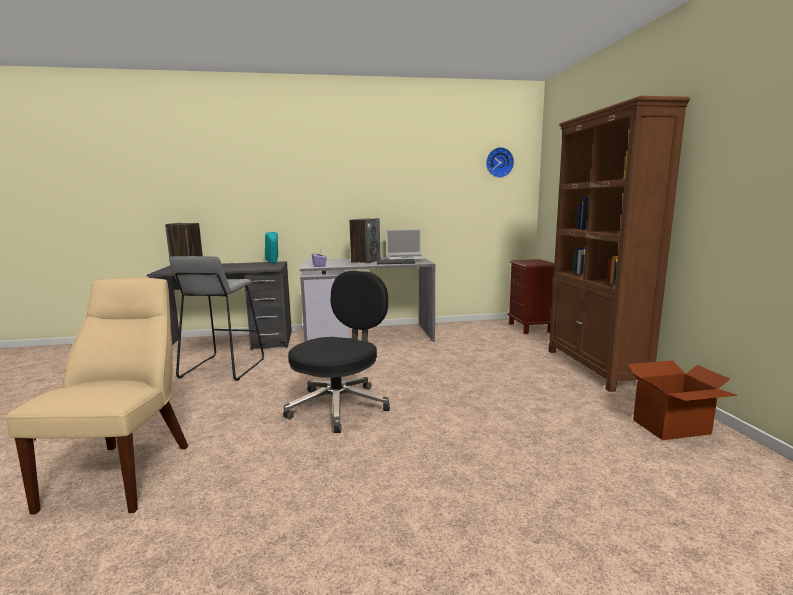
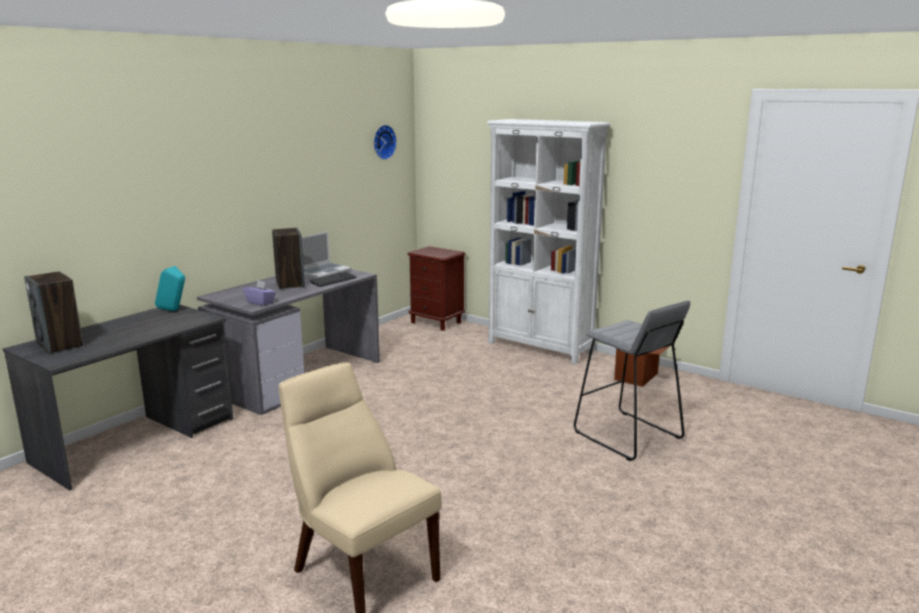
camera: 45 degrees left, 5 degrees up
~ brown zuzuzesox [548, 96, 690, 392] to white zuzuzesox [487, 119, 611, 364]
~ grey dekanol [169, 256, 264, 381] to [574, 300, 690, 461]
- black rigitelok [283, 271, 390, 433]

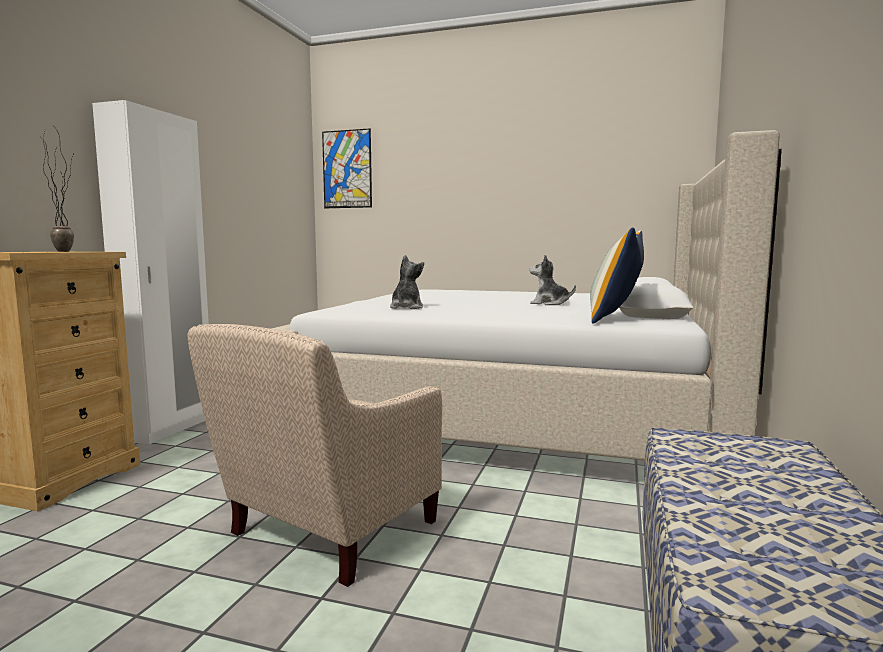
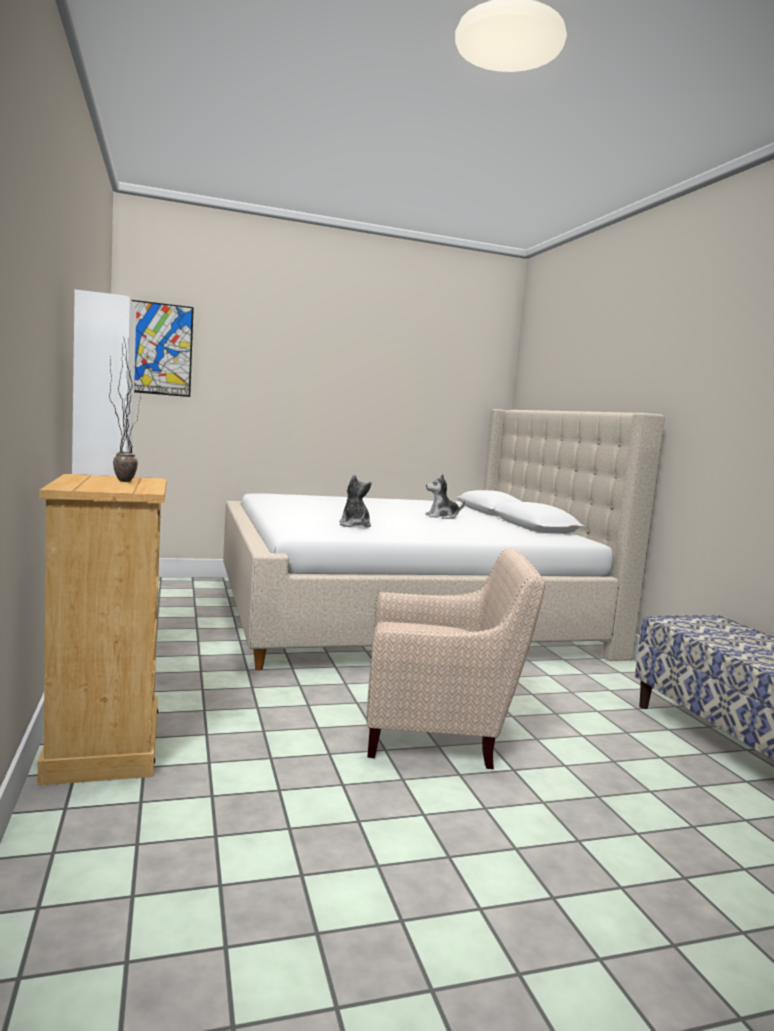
camera: 35 degrees left, 0 degrees up
~ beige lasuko [188, 324, 442, 587] = [367, 548, 545, 769] 90 degrees counterclockwise
- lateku [590, 227, 644, 324]

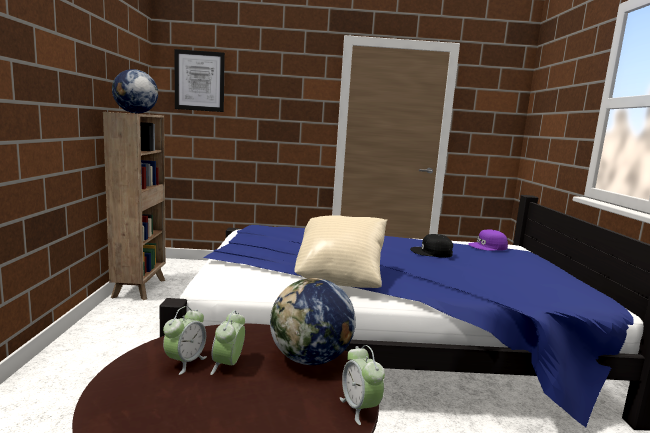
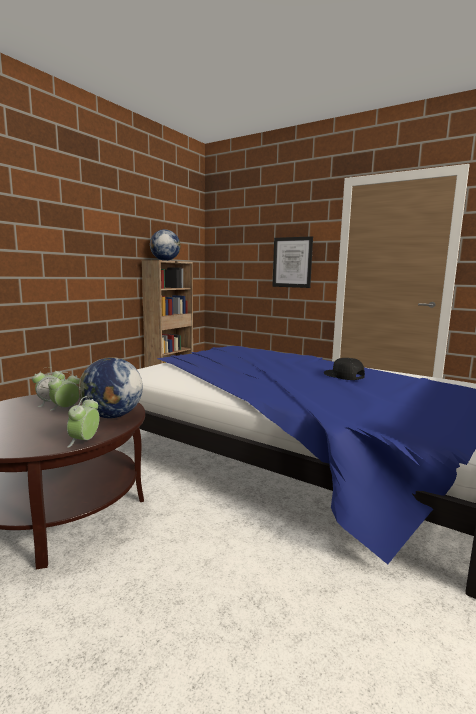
camera: 35 degrees right, 0 degrees up
~ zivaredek [174, 49, 225, 112] to [273, 236, 313, 288]
- beige lateku [294, 215, 387, 288]
- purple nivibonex [468, 229, 508, 251]

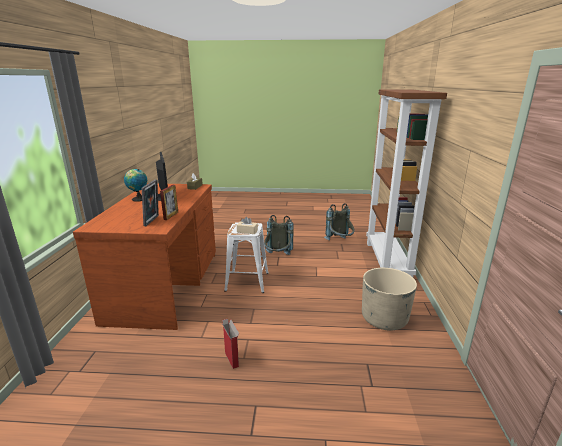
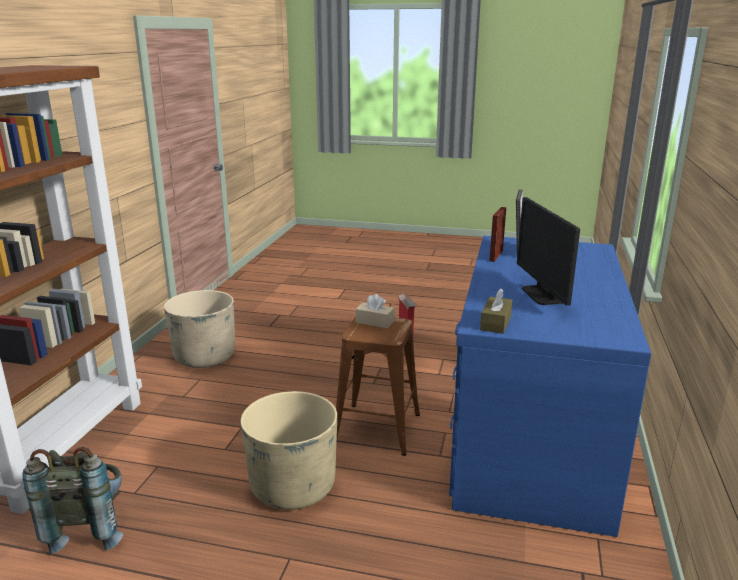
camera: 170 degrees left, 0 degrees up
~ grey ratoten [264, 215, 294, 255] to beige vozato [241, 391, 337, 510]
~ white dekanol [224, 222, 269, 293] to brown dekanol [336, 317, 420, 456]
~ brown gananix [73, 183, 216, 330] to blue gananix [449, 236, 651, 537]
- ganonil [124, 169, 147, 202]

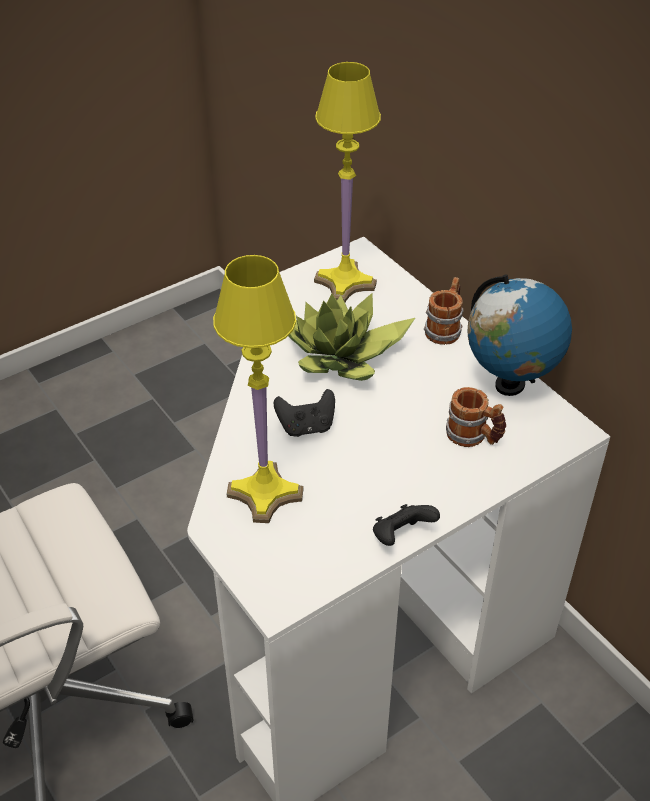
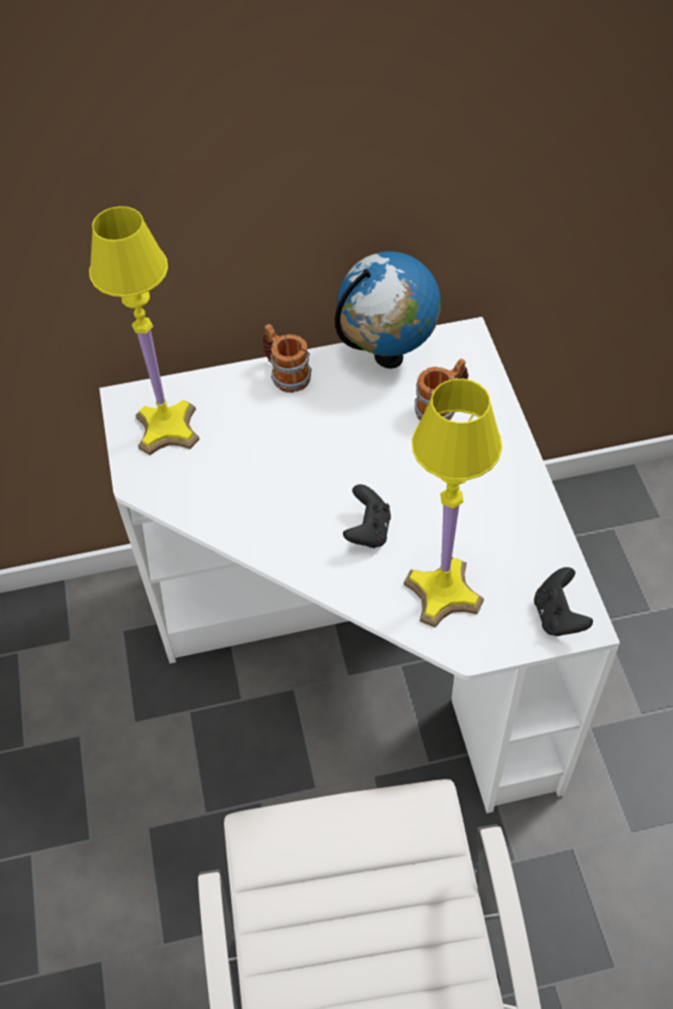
camera: 65 degrees left, 10 degrees up
~ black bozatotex [373, 504, 440, 546] to [534, 567, 593, 636]
- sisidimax [289, 293, 415, 381]

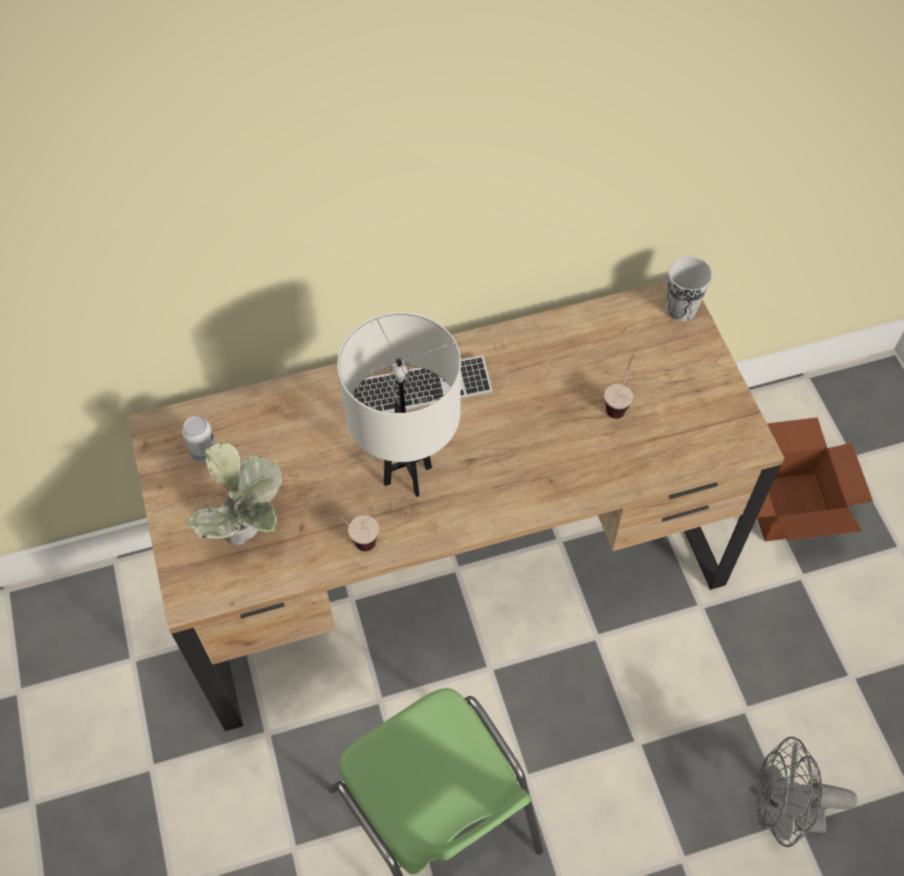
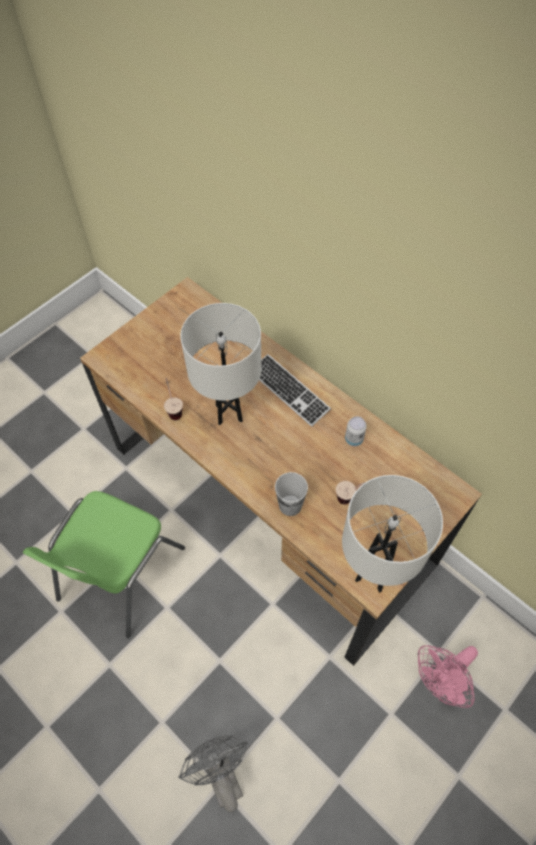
camera: 60 degrees right, 0 degrees up
~ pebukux [666, 256, 712, 322] to [275, 472, 308, 516]
+ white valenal [342, 475, 443, 593]
~ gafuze [182, 416, 216, 461] to [345, 416, 367, 446]
~ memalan [757, 417, 873, 541] to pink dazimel [418, 645, 478, 708]
- sisidimax [188, 443, 283, 546]

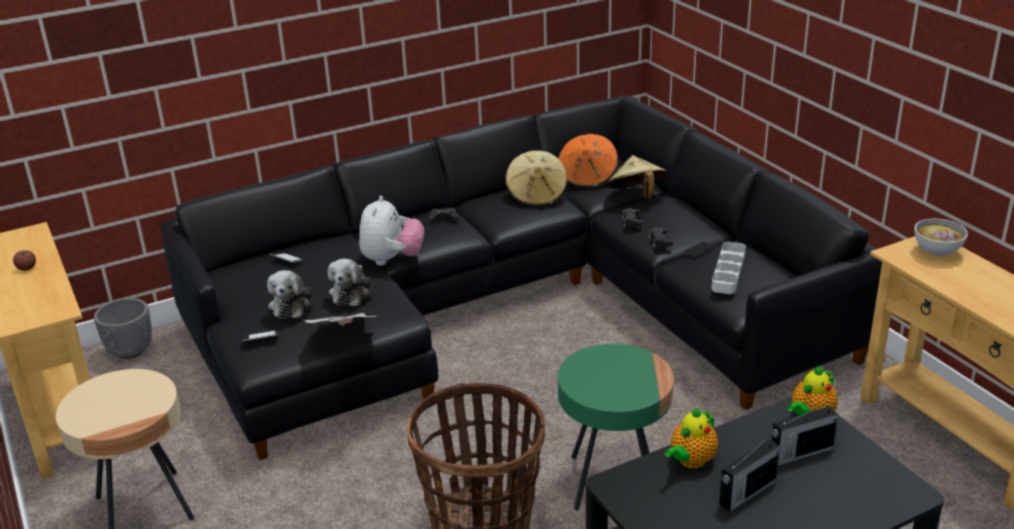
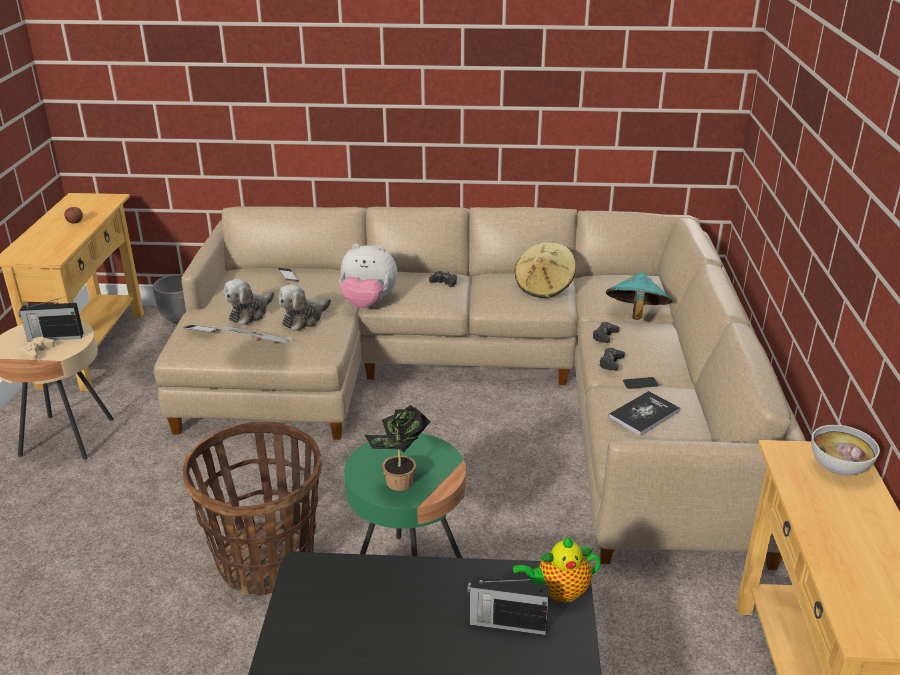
camera: 30 degrees right, 0 degrees up
~ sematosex [719, 436, 780, 512] to [19, 297, 84, 342]
+ beige bozatotex [20, 337, 55, 360]
~ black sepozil [161, 96, 882, 460] to beige sepozil [154, 206, 806, 570]
~ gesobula [359, 196, 424, 266] = [339, 244, 397, 308] 60 degrees clockwise
+ sisidimax [365, 405, 431, 491]
~ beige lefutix [606, 155, 668, 199] to turquoise lefutix [606, 272, 673, 320]
~ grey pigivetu [711, 242, 746, 294] to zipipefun [608, 391, 680, 436]
- orange lefutix [558, 134, 618, 188]
- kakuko [664, 408, 718, 468]

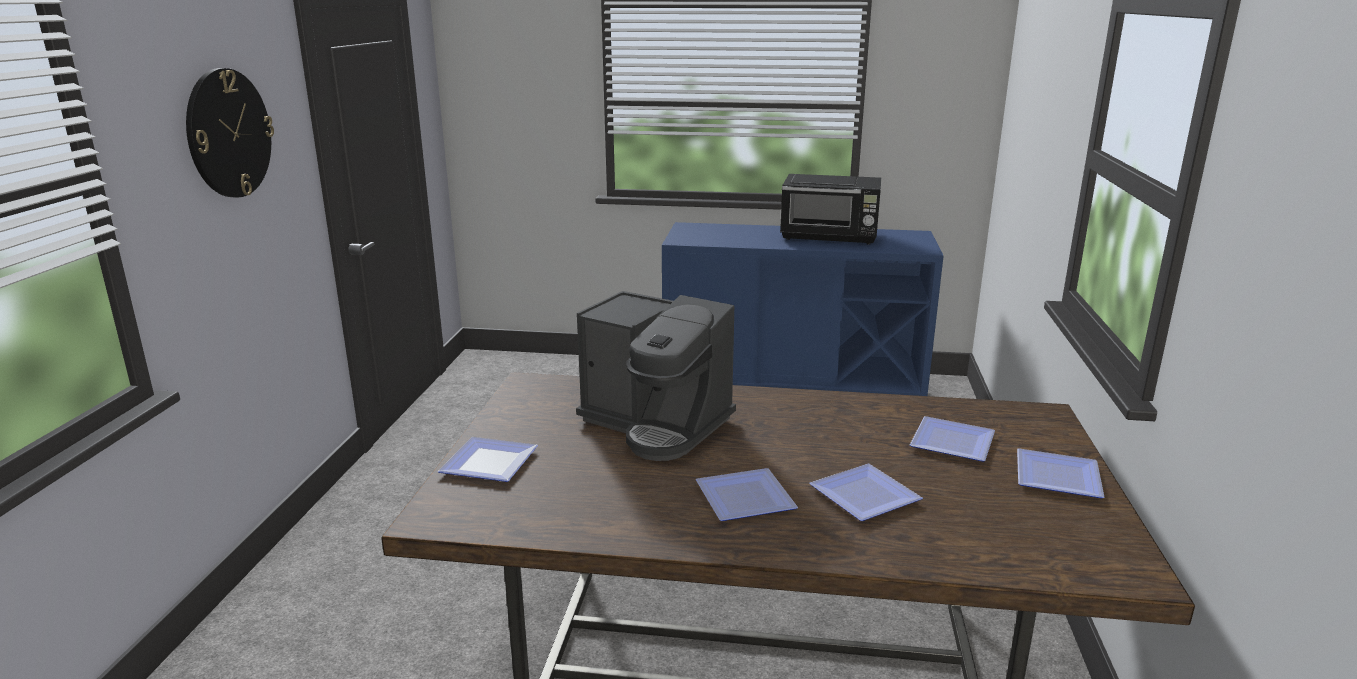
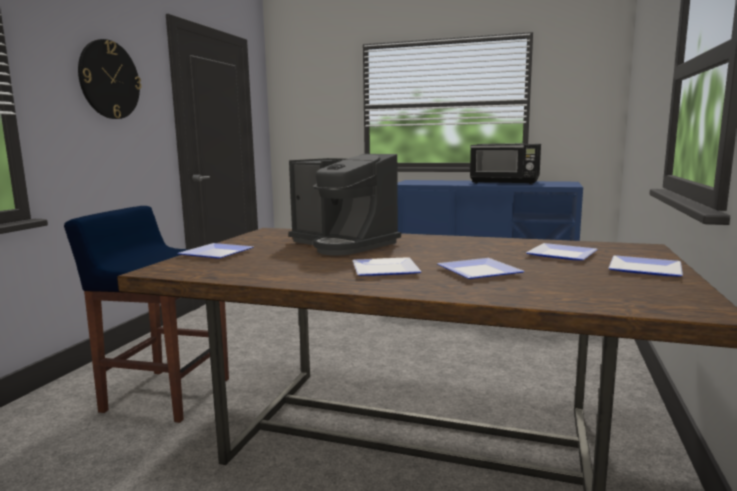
camera: 10 degrees right, 10 degrees down
+ blue dekanol [64, 206, 229, 423]

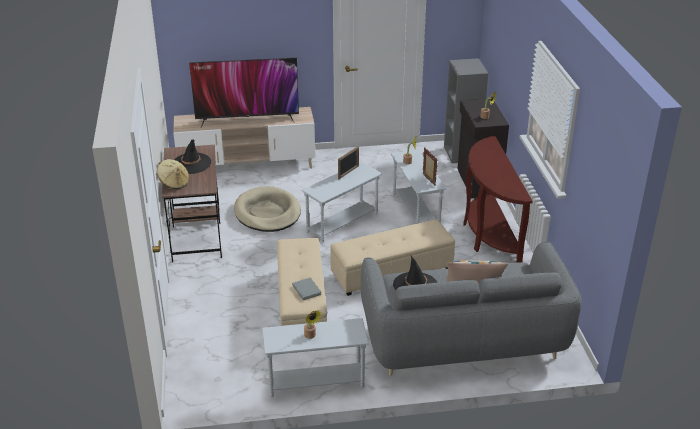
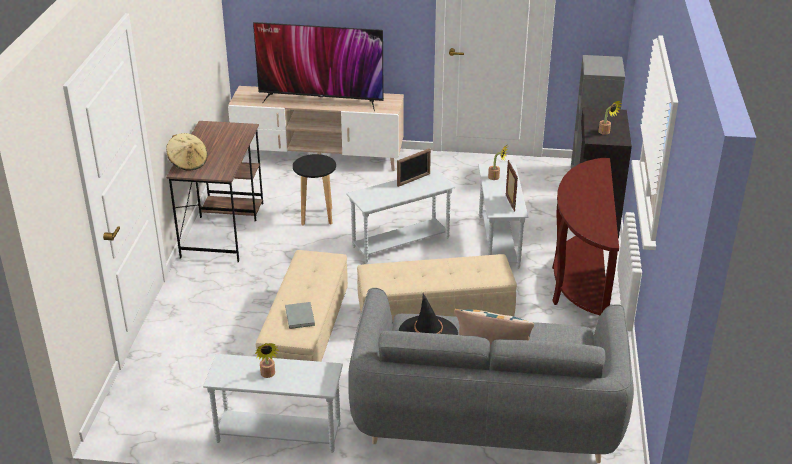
camera: 15 degrees right, 0 degrees up
~ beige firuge [234, 186, 301, 232] to black dekanol [293, 154, 336, 225]
- black lefutix [174, 139, 211, 174]

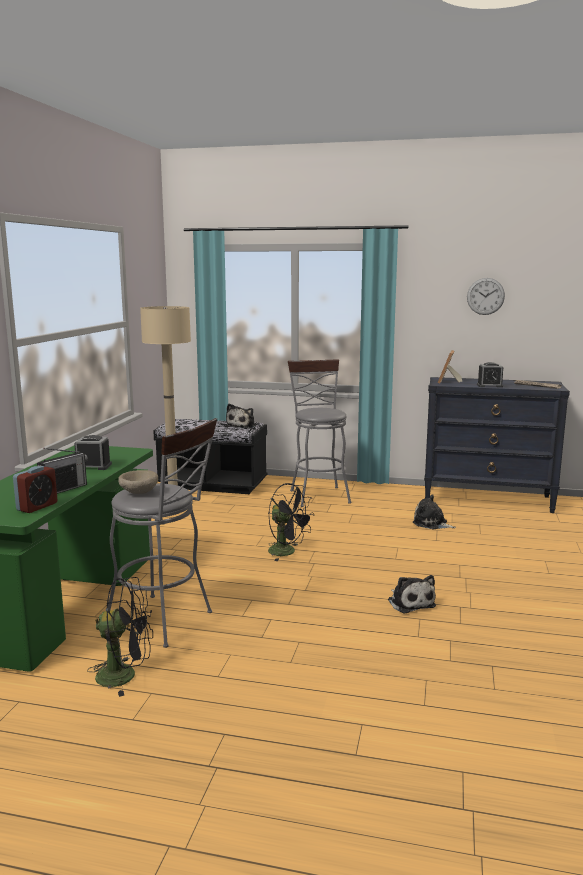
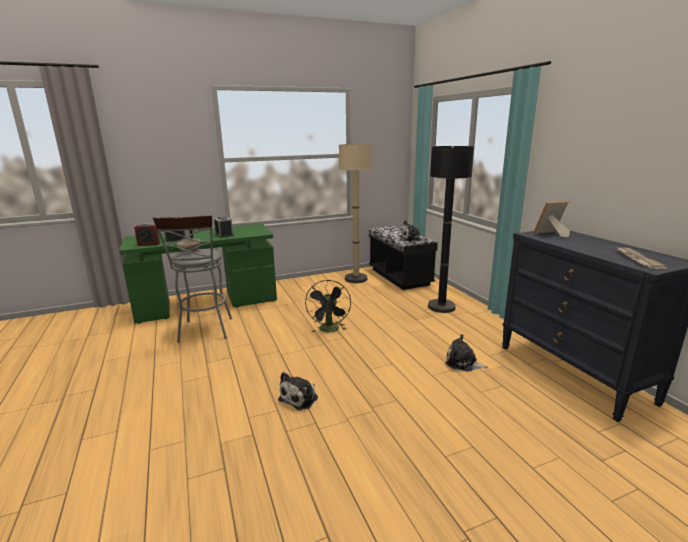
camera: 55 degrees right, 5 degrees up
~ grey dekanol [288, 359, 351, 507] to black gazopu [428, 146, 474, 313]
~ gesobula [413, 494, 456, 529] = [445, 334, 488, 372] 60 degrees counterclockwise
- black dazimel [87, 577, 153, 697]
- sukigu [467, 278, 505, 315]
- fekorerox [477, 362, 503, 388]

